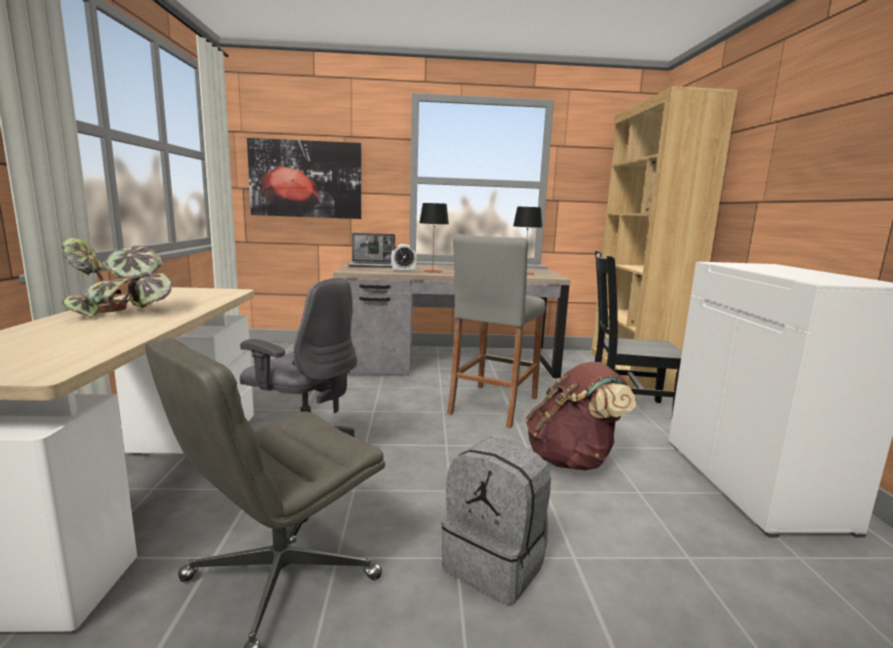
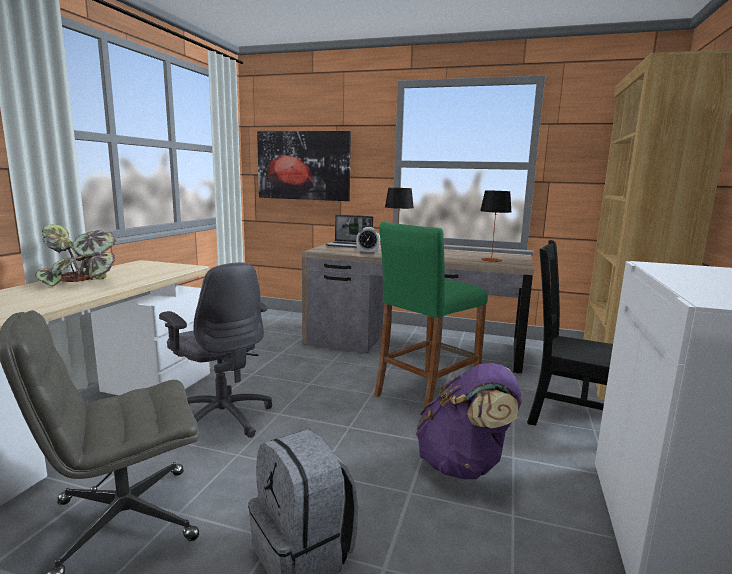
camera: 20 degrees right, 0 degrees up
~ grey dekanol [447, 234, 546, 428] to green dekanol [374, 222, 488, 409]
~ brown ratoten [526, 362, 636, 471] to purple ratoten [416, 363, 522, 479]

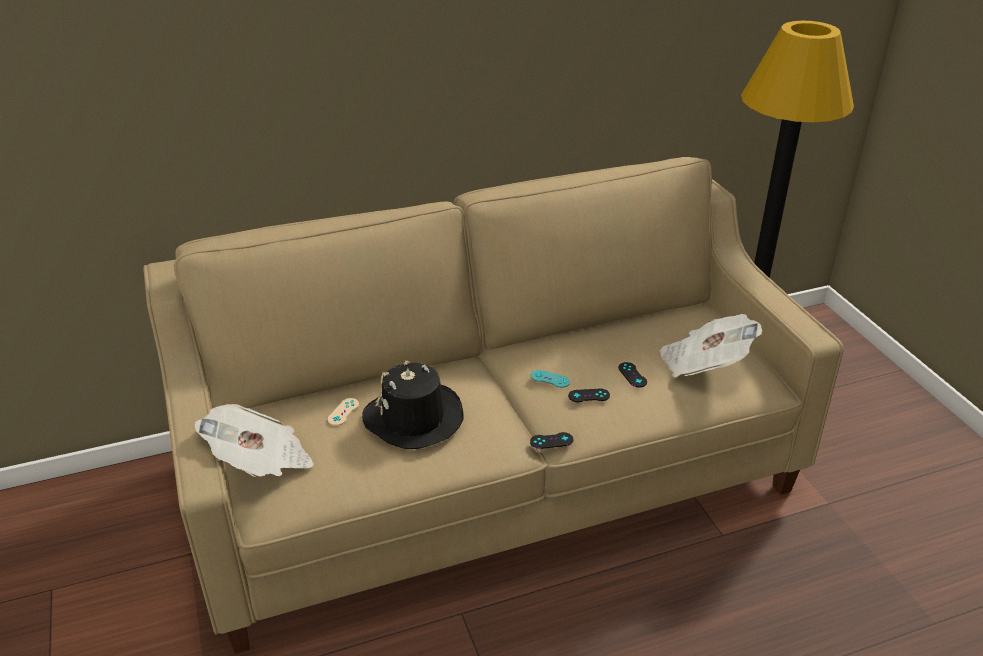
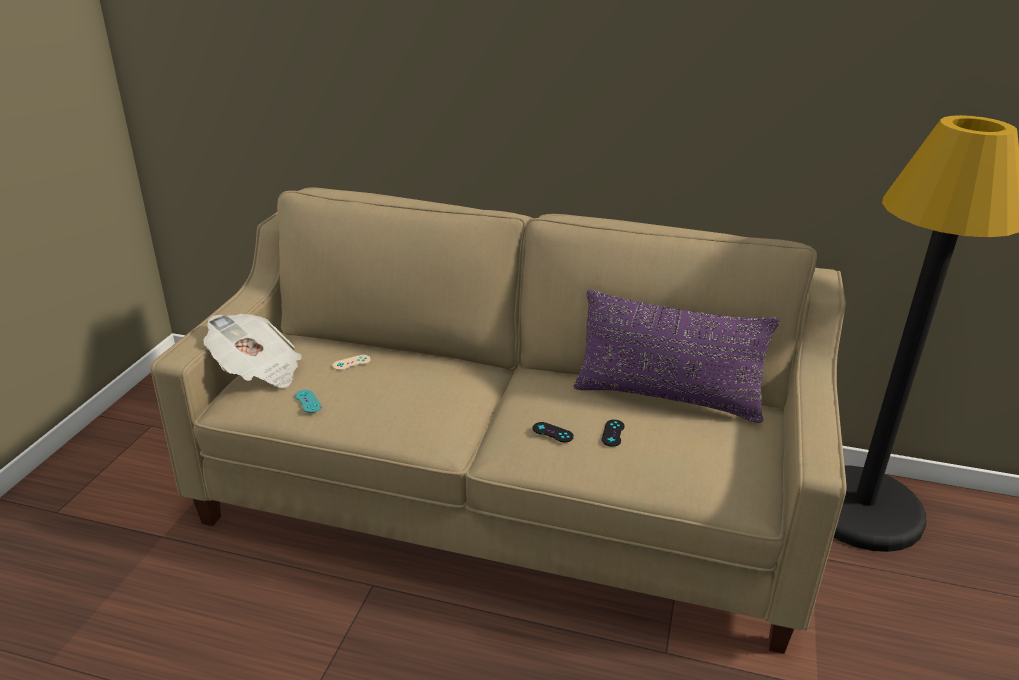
camera: 35 degrees right, 5 degrees down
~ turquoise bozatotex [531, 370, 570, 388] to [295, 390, 322, 413]
+ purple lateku [573, 290, 780, 423]
- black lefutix [362, 360, 464, 449]
- black bozatotex [530, 432, 574, 449]
- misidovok [660, 314, 762, 377]

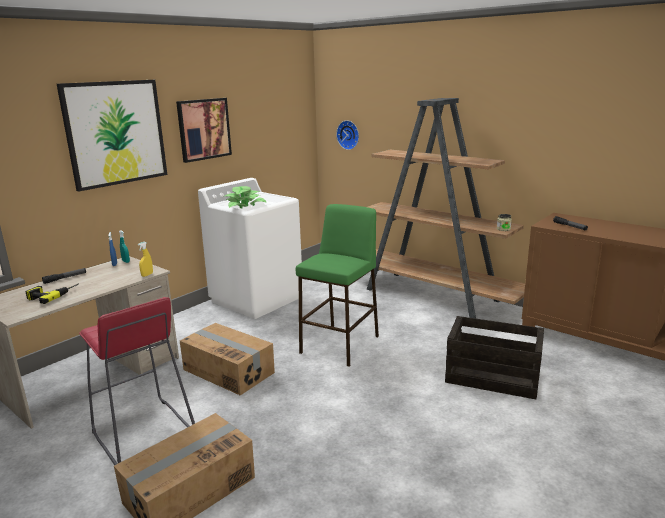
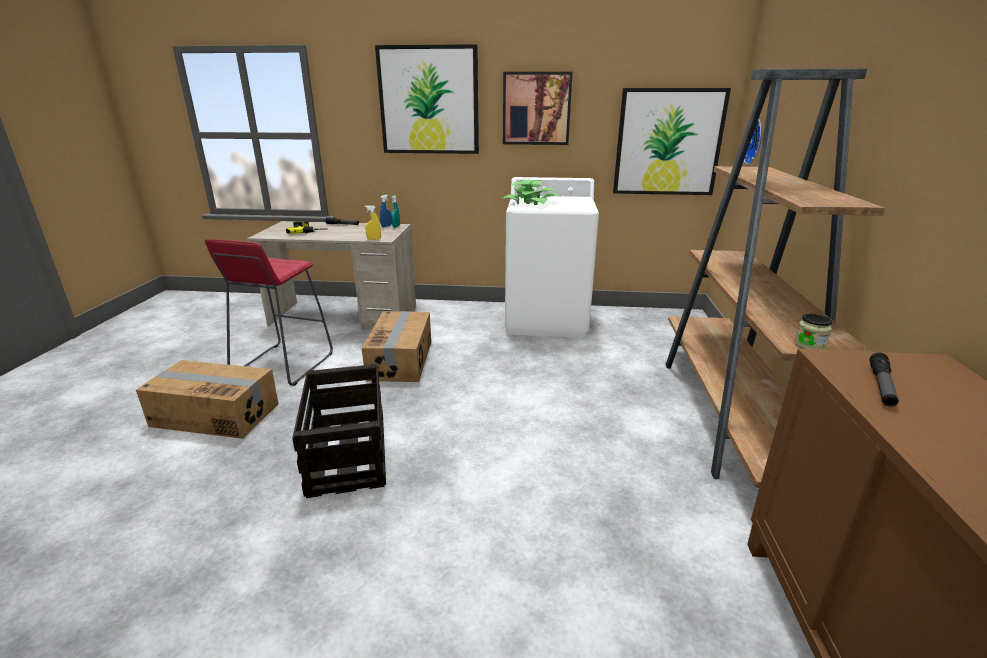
camera: 55 degrees right, 5 degrees up
~ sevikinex [445, 316, 544, 400] to [292, 364, 386, 498]
+ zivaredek [613, 88, 731, 195]
- green dekanol [296, 204, 379, 367]

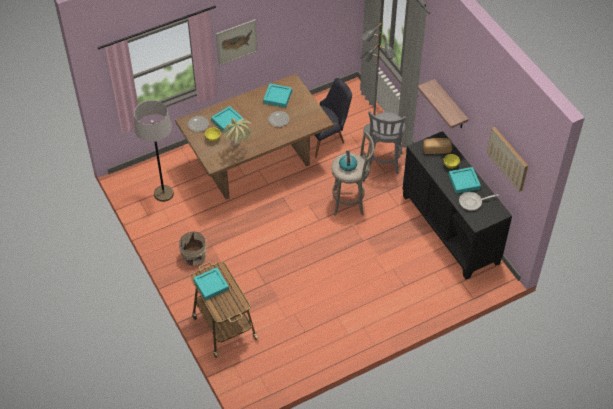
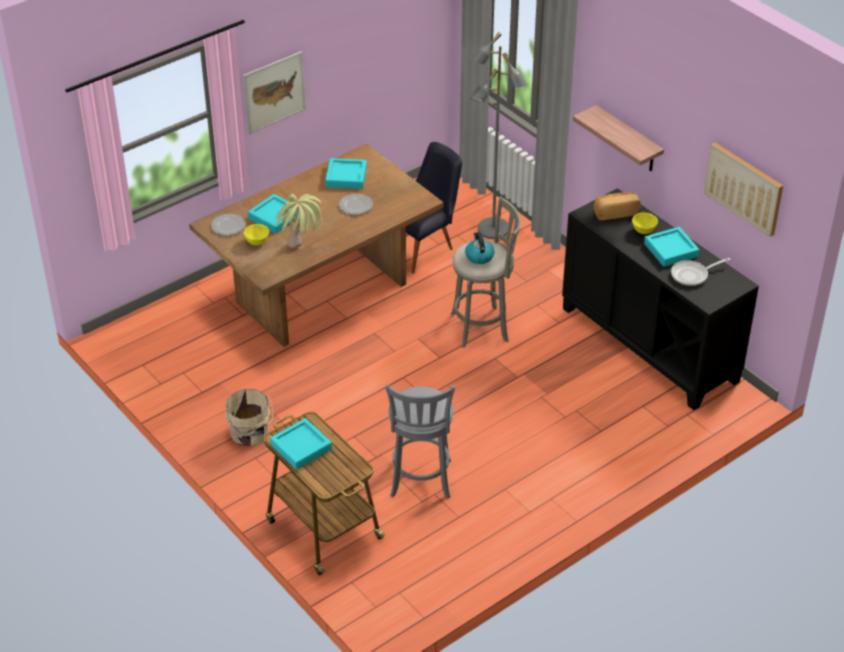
camera: 10 degrees left, 10 degrees down
~ grey dekanol [368, 111, 406, 175] to [385, 384, 455, 499]
- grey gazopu [134, 100, 174, 202]

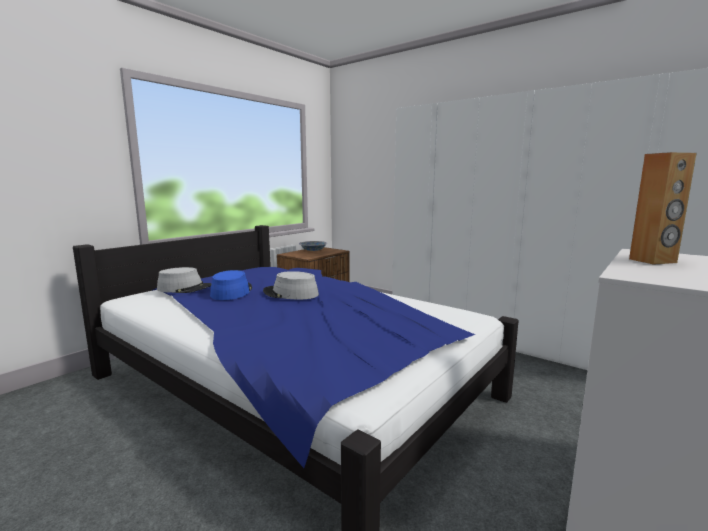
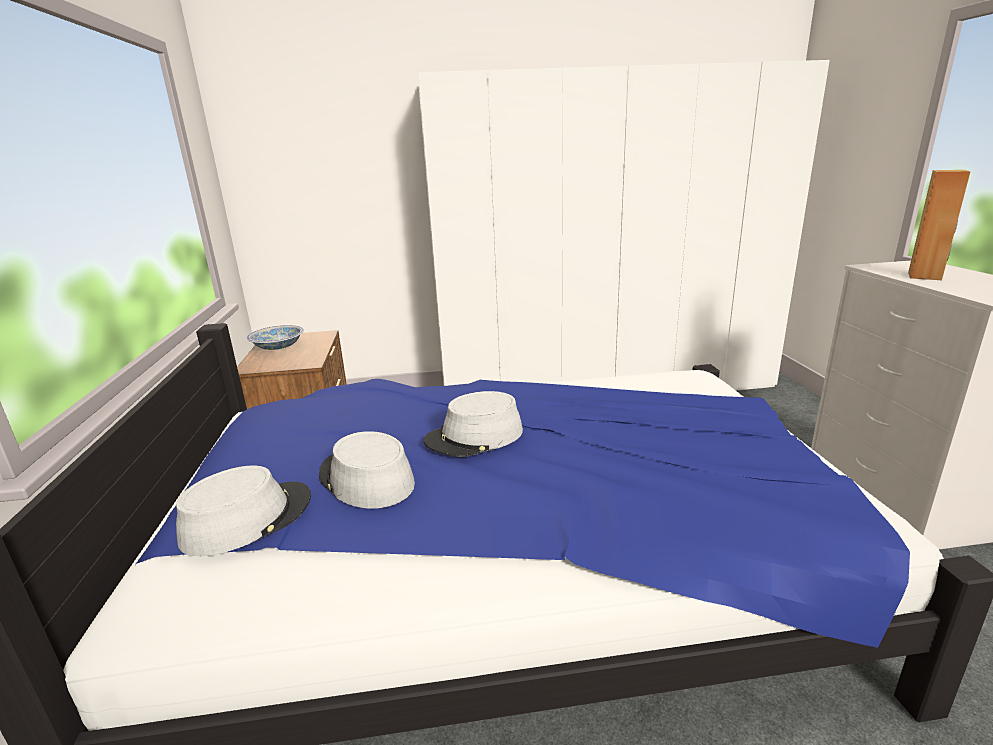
camera: 45 degrees left, 10 degrees up
~ blue lefutix [210, 270, 252, 300] to grey lefutix [319, 431, 415, 509]

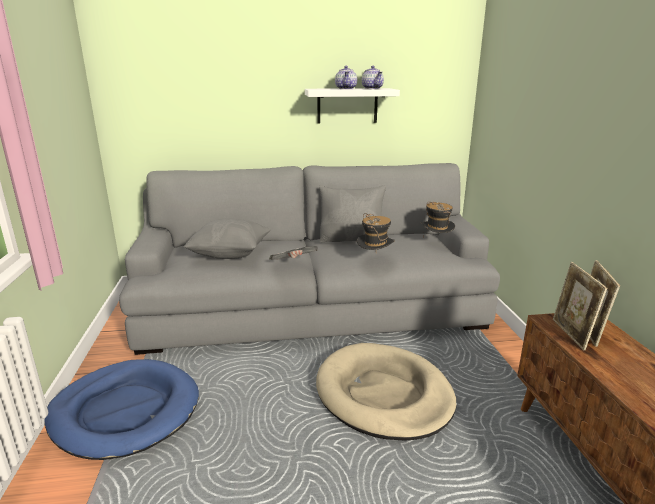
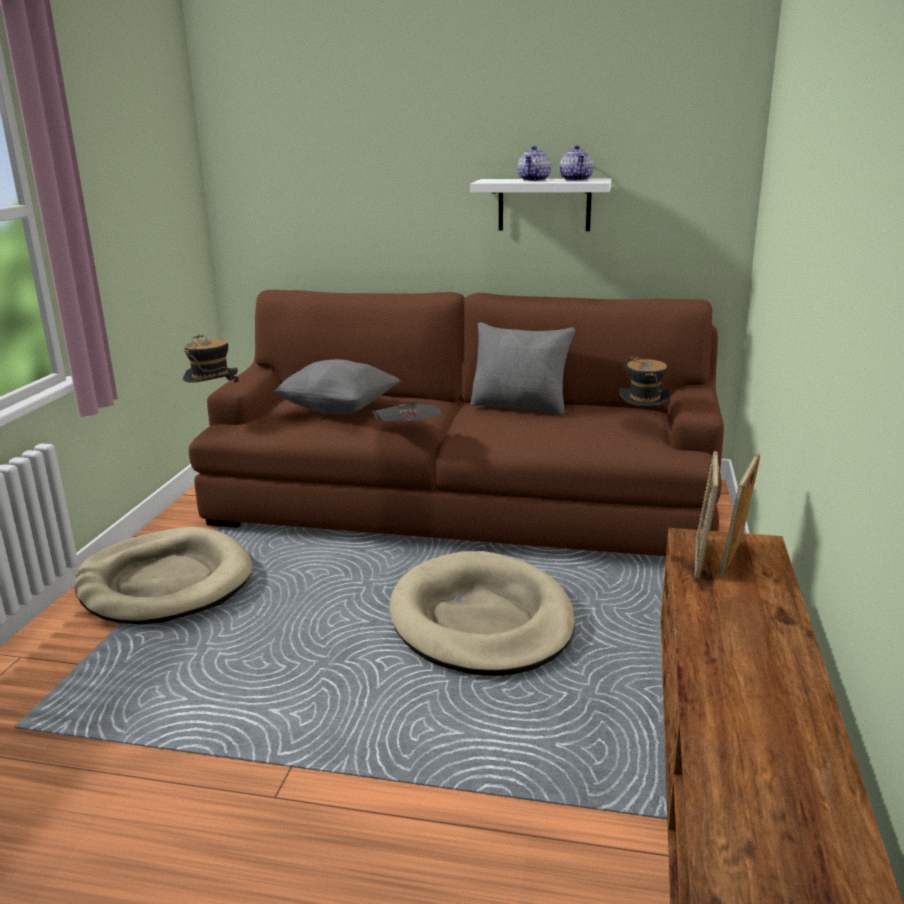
camera: 20 degrees right, 0 degrees up
~ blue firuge [44, 359, 199, 460] to beige firuge [74, 527, 252, 624]
~ lefutix [357, 213, 395, 250] to [183, 334, 239, 393]
~ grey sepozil [119, 163, 500, 355] to brown sepozil [188, 290, 724, 556]

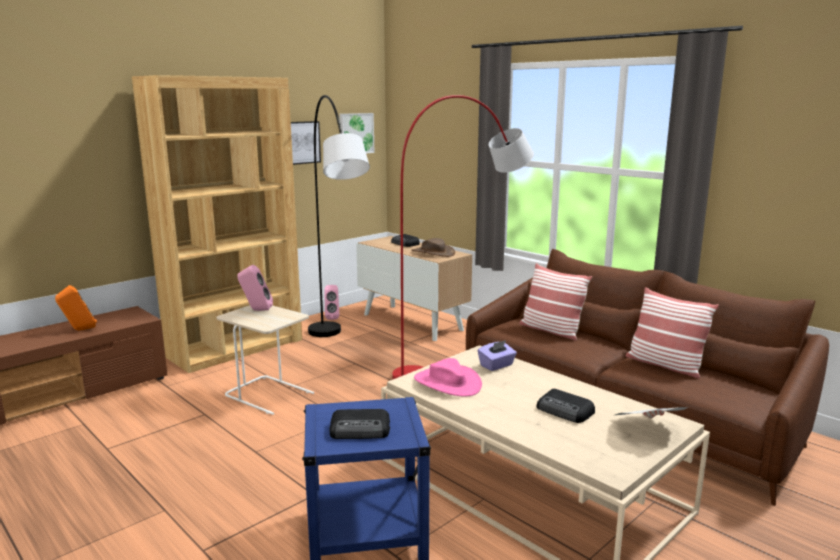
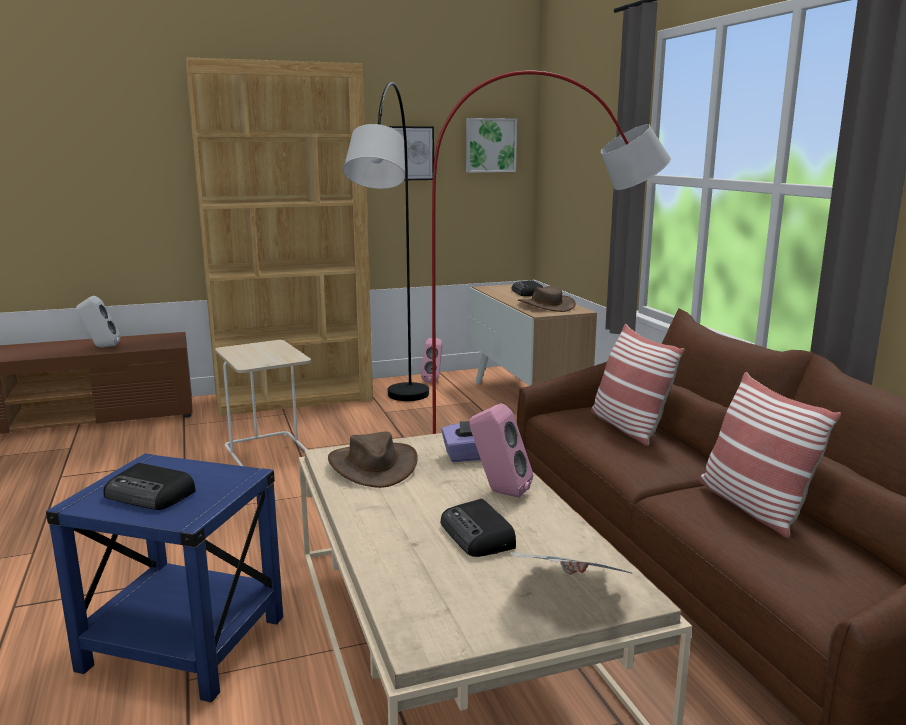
camera: 25 degrees right, 0 degrees up
~ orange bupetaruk [55, 285, 97, 331] to white bupetaruk [76, 296, 120, 347]
~ pink lefutix [414, 358, 482, 396] to brown lefutix [328, 432, 418, 488]
~ pink bupetaruk [237, 265, 273, 311] to [470, 403, 533, 498]

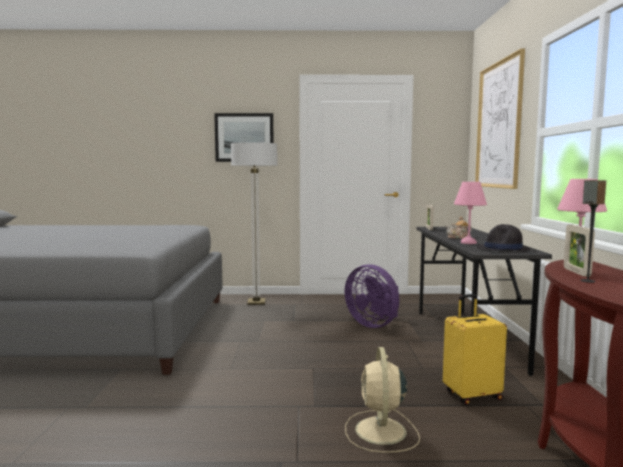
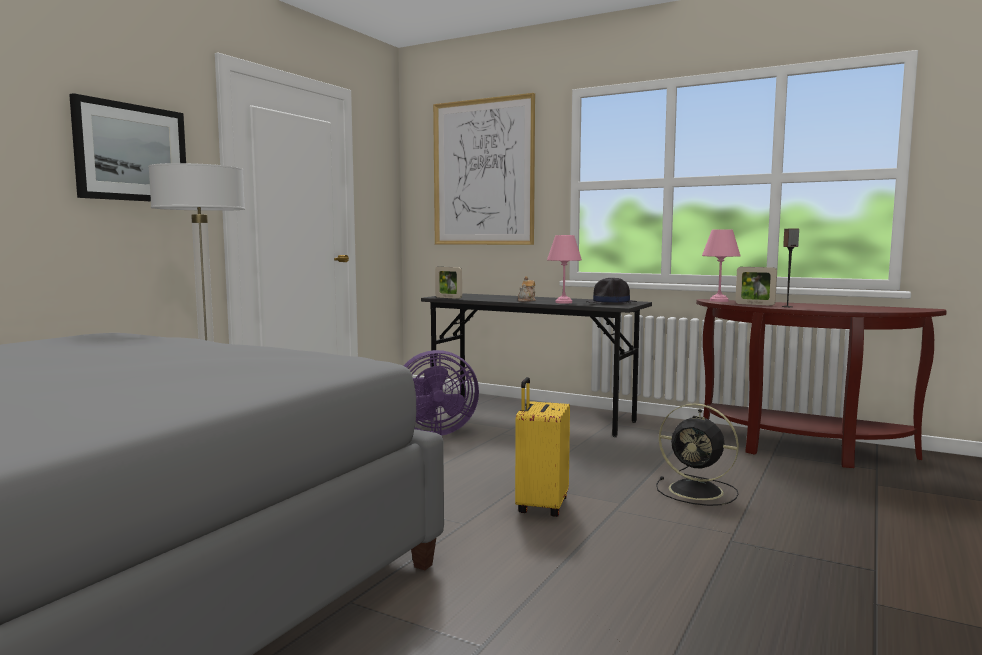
camera: 60 degrees left, 0 degrees up
~ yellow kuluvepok [443, 294, 507, 405] to [515, 377, 570, 517]
~ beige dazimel [345, 347, 420, 453] to black dazimel [656, 403, 739, 506]

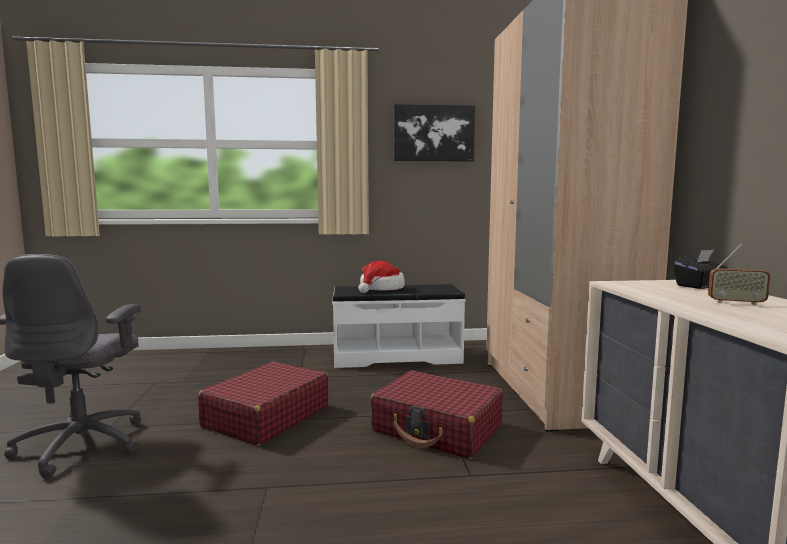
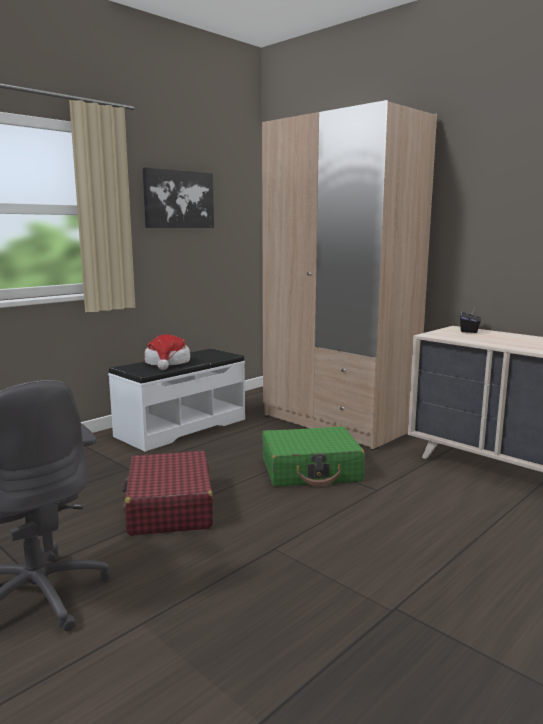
camera: 40 degrees left, 5 degrees up
~ red kuluvepok [370, 370, 503, 459] to green kuluvepok [262, 427, 365, 487]
- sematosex [708, 244, 770, 306]

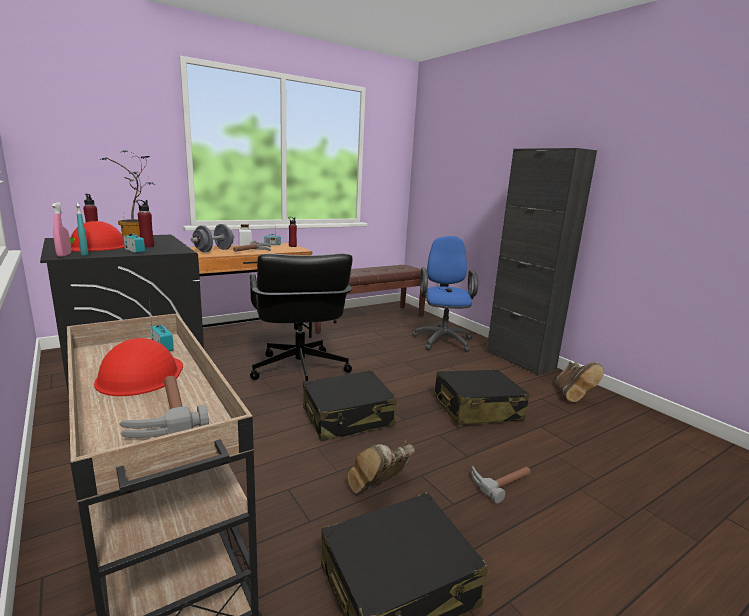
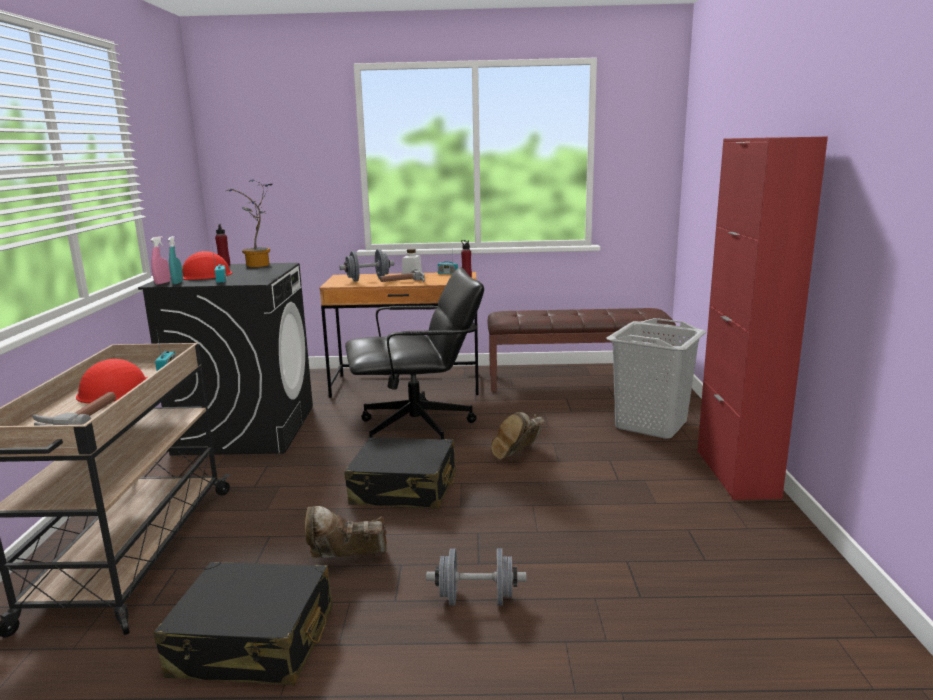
camera: 35 degrees right, 0 degrees up
~ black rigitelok [250, 253, 353, 381] = [345, 267, 484, 440] 120 degrees counterclockwise
~ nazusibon [471, 466, 530, 504] to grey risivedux [426, 548, 527, 606]
~ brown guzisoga [555, 362, 604, 402] to [491, 412, 544, 459]
~ blue rigitelok [412, 236, 478, 352] to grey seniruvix [606, 318, 706, 439]
~ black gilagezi [486, 148, 597, 376] to red gilagezi [697, 137, 828, 500]
- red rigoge [136, 200, 154, 248]
- black kuluvepok [434, 369, 530, 425]

